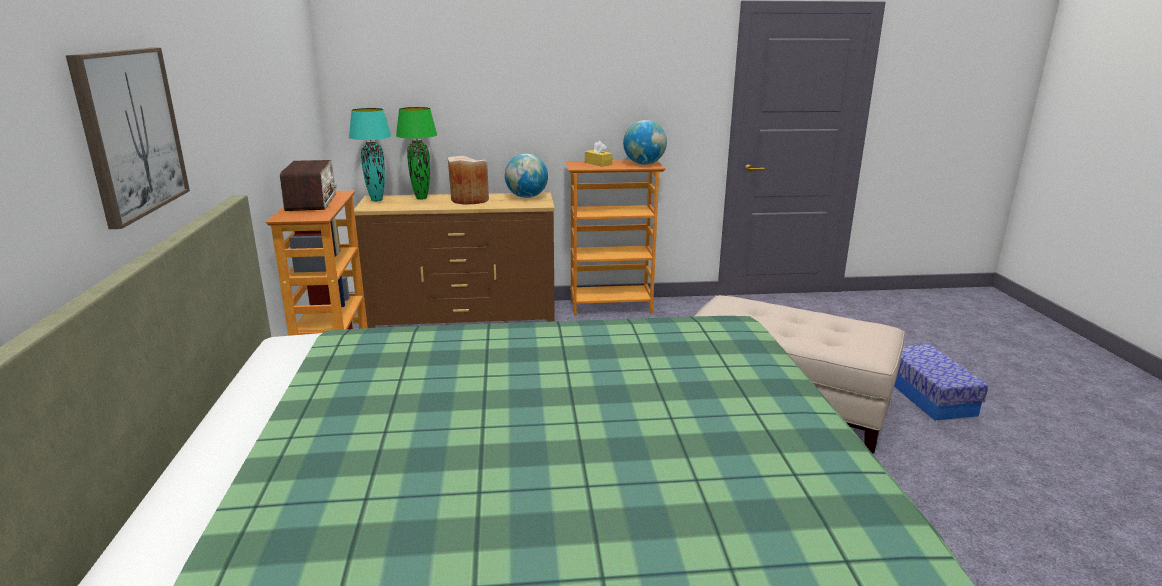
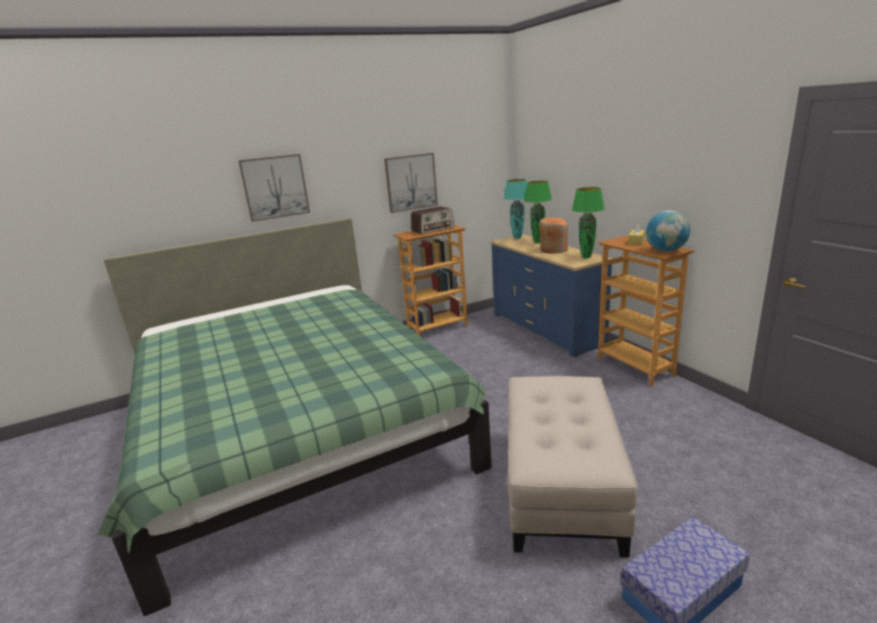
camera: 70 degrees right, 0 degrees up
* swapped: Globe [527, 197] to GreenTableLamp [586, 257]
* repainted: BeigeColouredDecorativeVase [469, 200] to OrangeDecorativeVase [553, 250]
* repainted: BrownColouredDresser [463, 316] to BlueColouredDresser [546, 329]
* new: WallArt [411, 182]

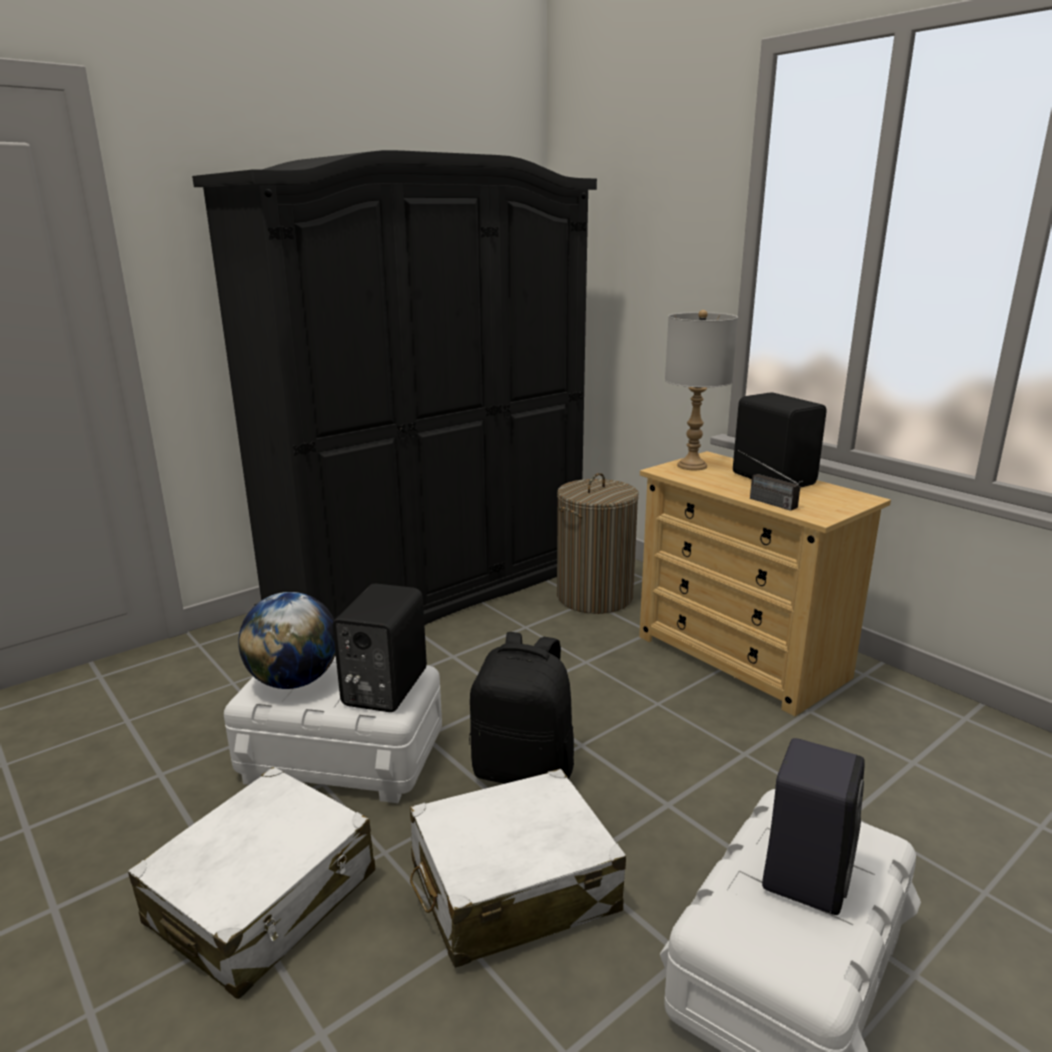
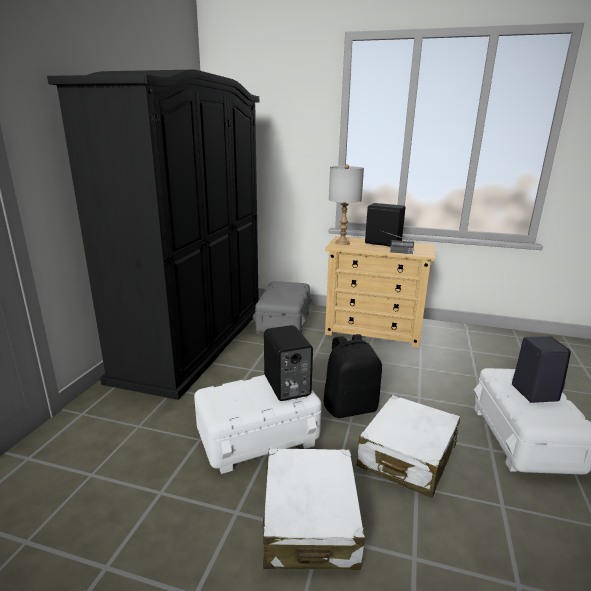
camera: 35 degrees left, 0 degrees up
* swapped: Hamper [594, 596] to GreyStorageBin [283, 322]
* gone: Globe [294, 681]

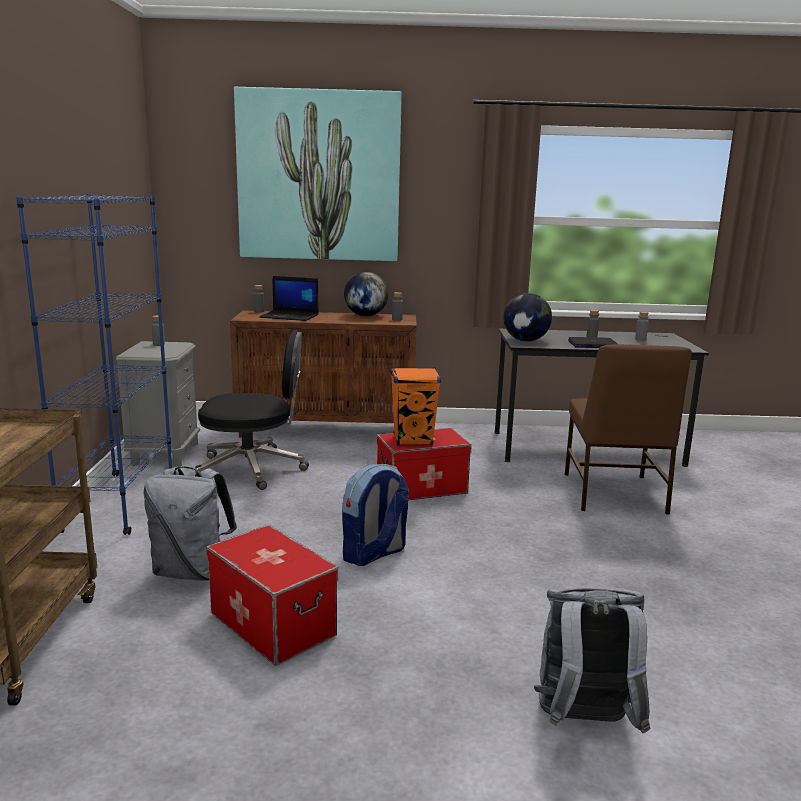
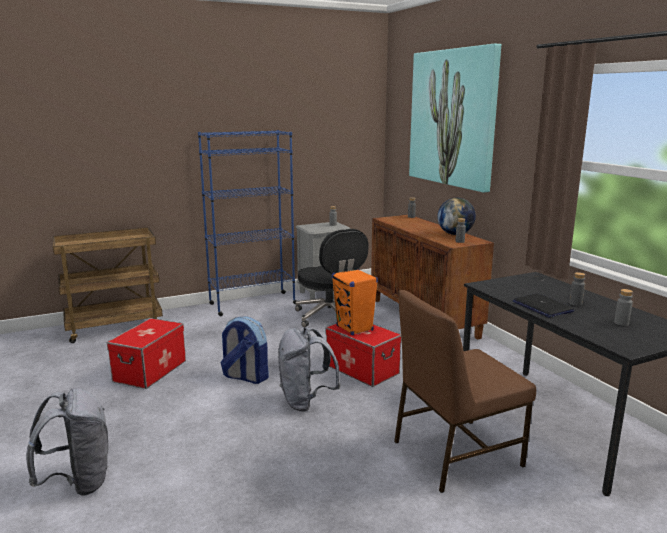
camera: 65 degrees right, 0 degrees up
* gone: NotebookComputer [290, 316]
* gone: Globe [525, 340]
* shifted: GreyBackpack [192, 572] to [305, 401]

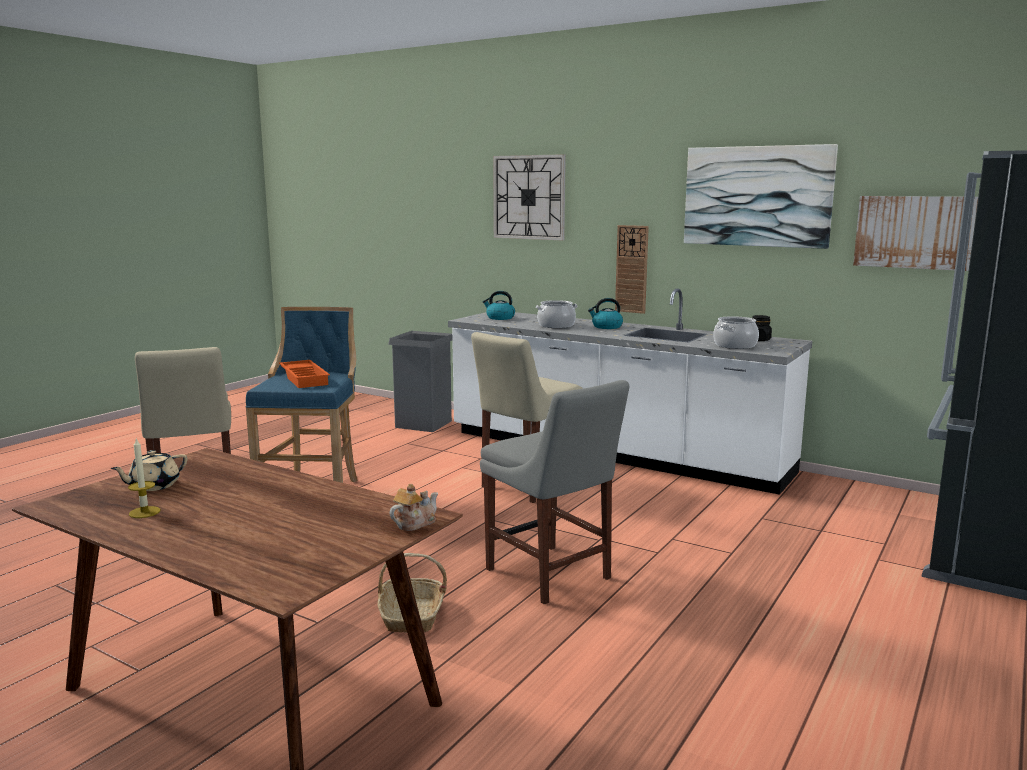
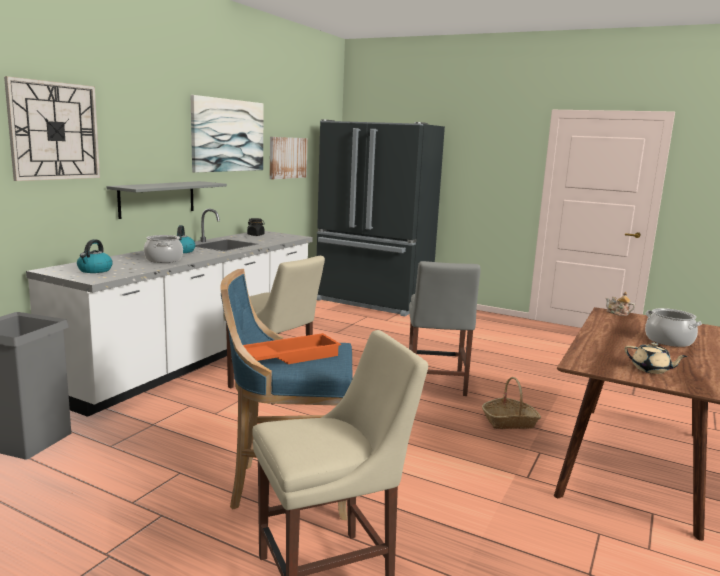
camera: 95 degrees left, 0 degrees up
* swapped: HangingClock [632, 269] to GreyWallShelf [157, 199]
* shifted: CookingPot [735, 345] to [668, 341]
* rotated: GreyChair [551, 576] = [435, 384] 135 degrees clockwise
* gone: WaxLight [144, 512]

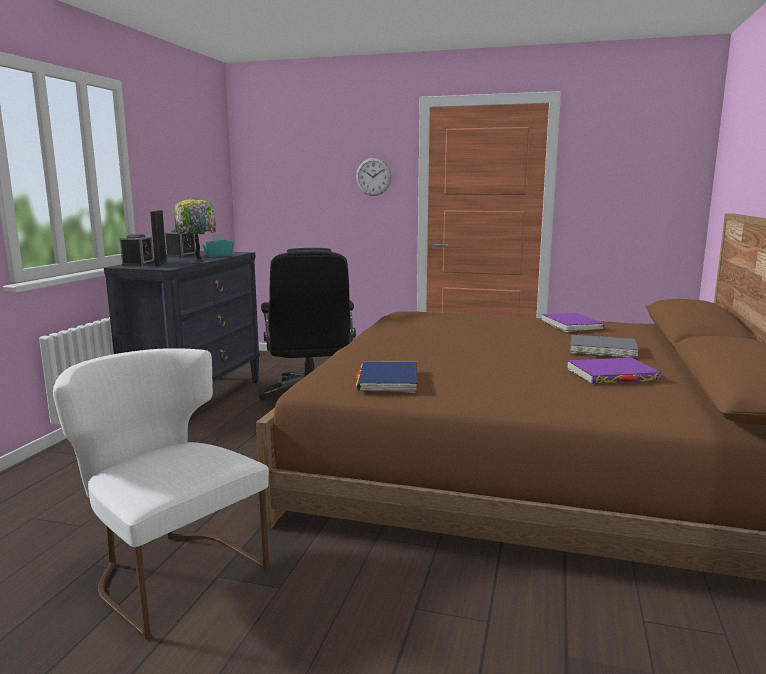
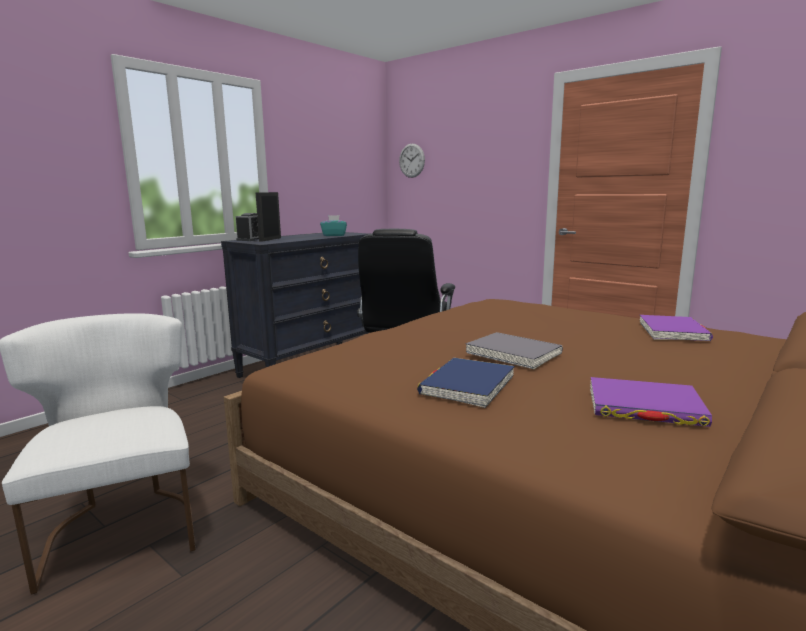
camera: 25 degrees right, 0 degrees up
* shifted: HangingClock [373, 177] to [411, 160]
* gone: TableLamp [198, 261]
* gone: AlarmClock [181, 256]
* shifted: GreyVolume [602, 349] to [513, 354]
* shifted: BlueColouredVolume [388, 381] to [467, 385]

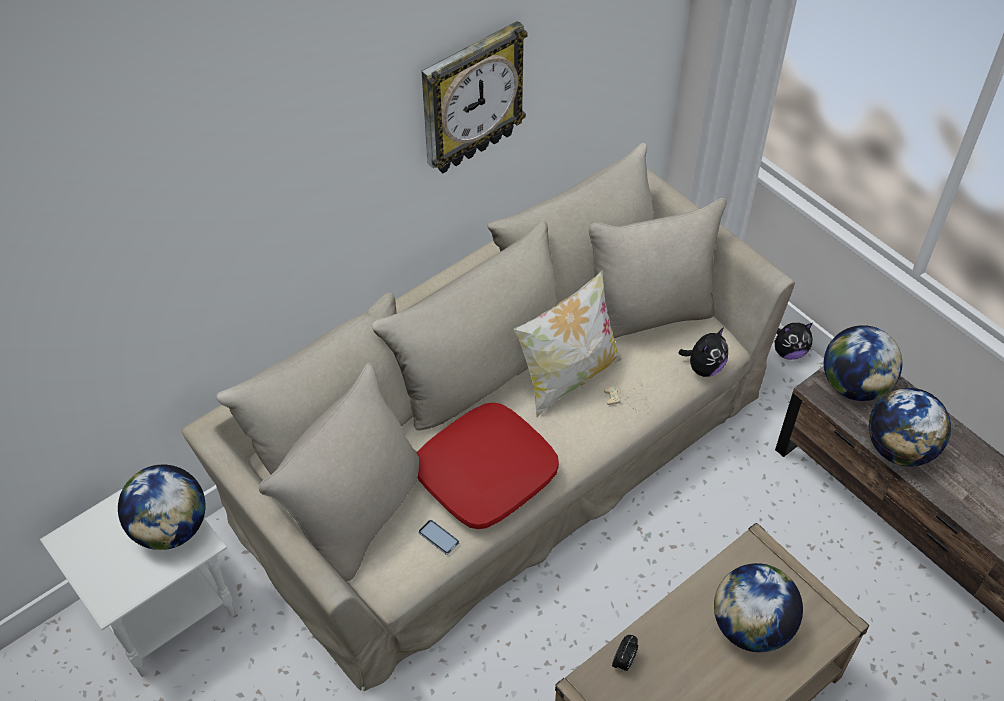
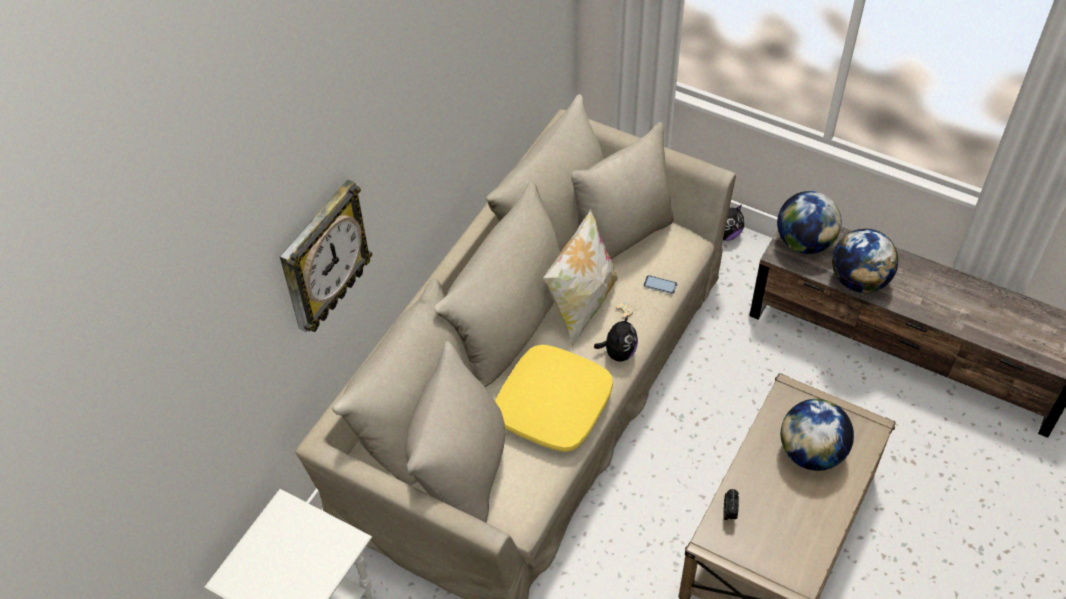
camera: 20 degrees left, 0 degrees up
* shifted: HangingClock [471, 99] to [323, 259]
* shifted: CuddlyToy [704, 367] to [618, 353]
* repainted: ReddishCushion [485, 473] to YellowColouredCushion [552, 405]
* gone: Globe [170, 528]
* shifted: Phone [438, 537] to [660, 285]

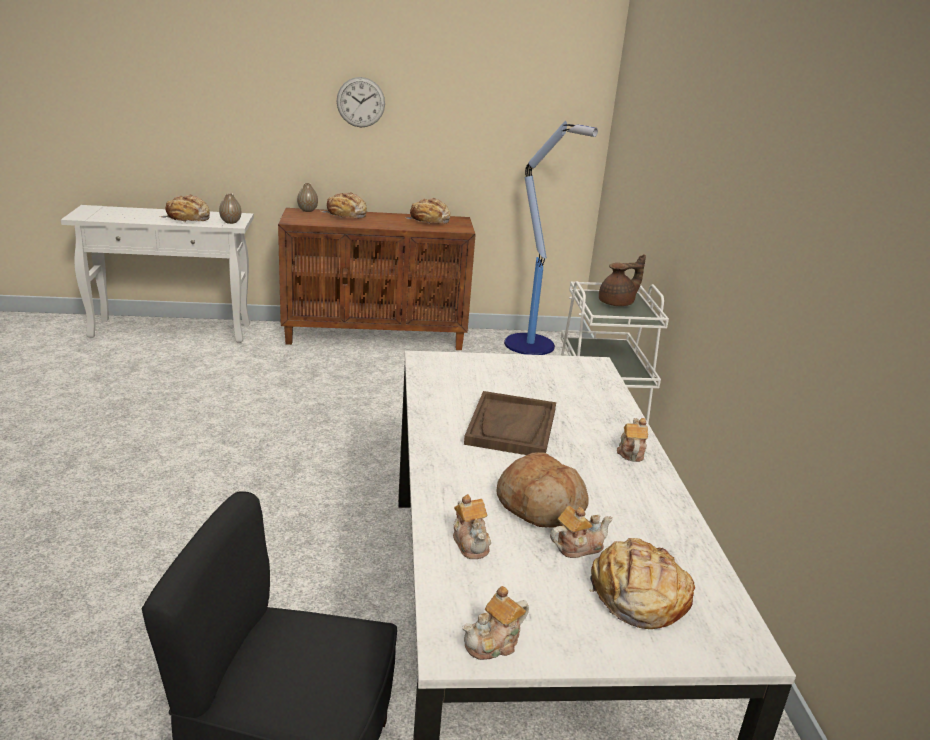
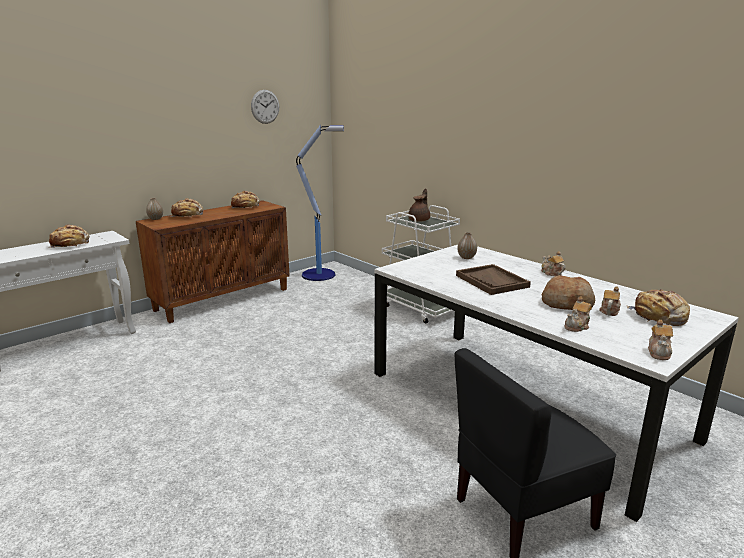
camera: 35 degrees left, 5 degrees down
* shifted: HangingClock [360, 102] to [265, 106]
* shifted: DecorativeVase [230, 222] to [466, 257]
* rotated: Teapot [471, 543] = [577, 326] 105 degrees clockwise

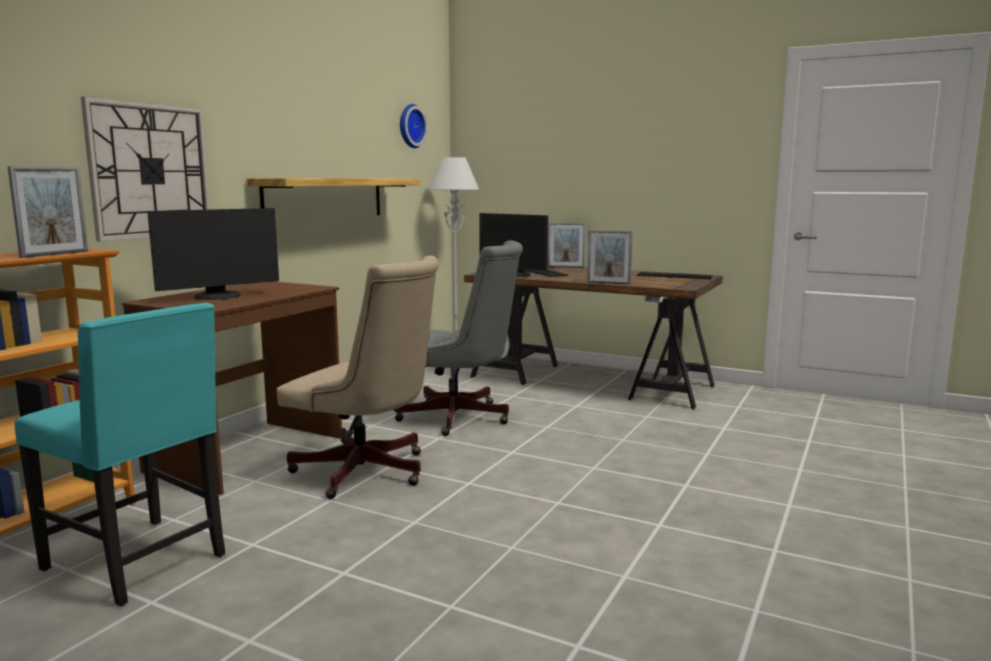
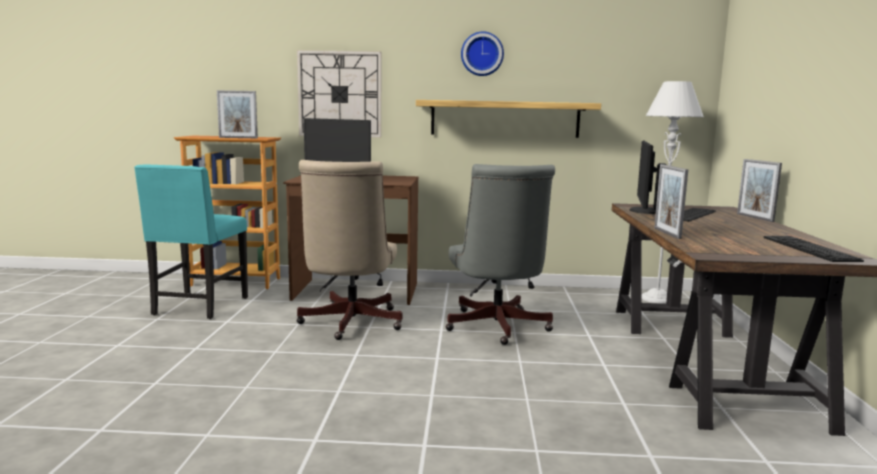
camera: 65 degrees right, 0 degrees up
* shifted: HangingClock [410, 126] to [482, 54]

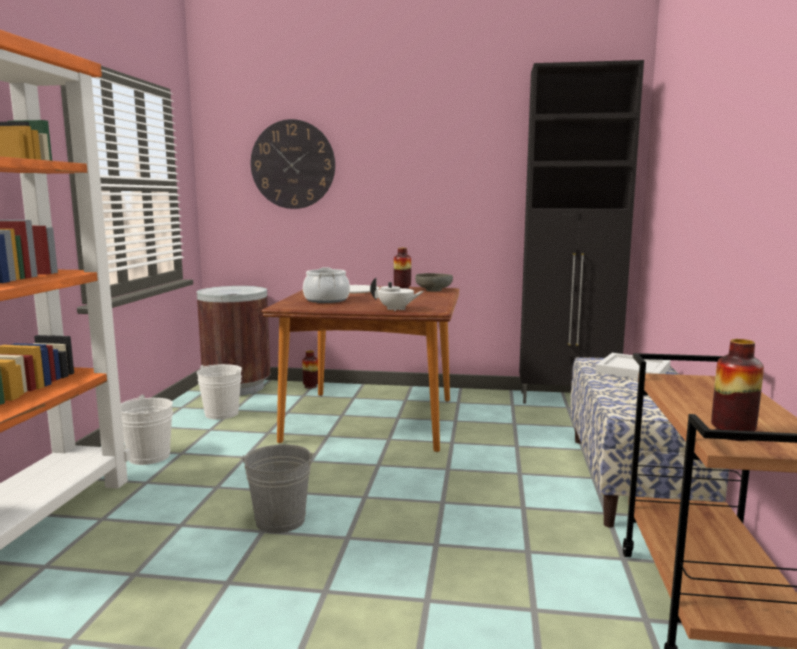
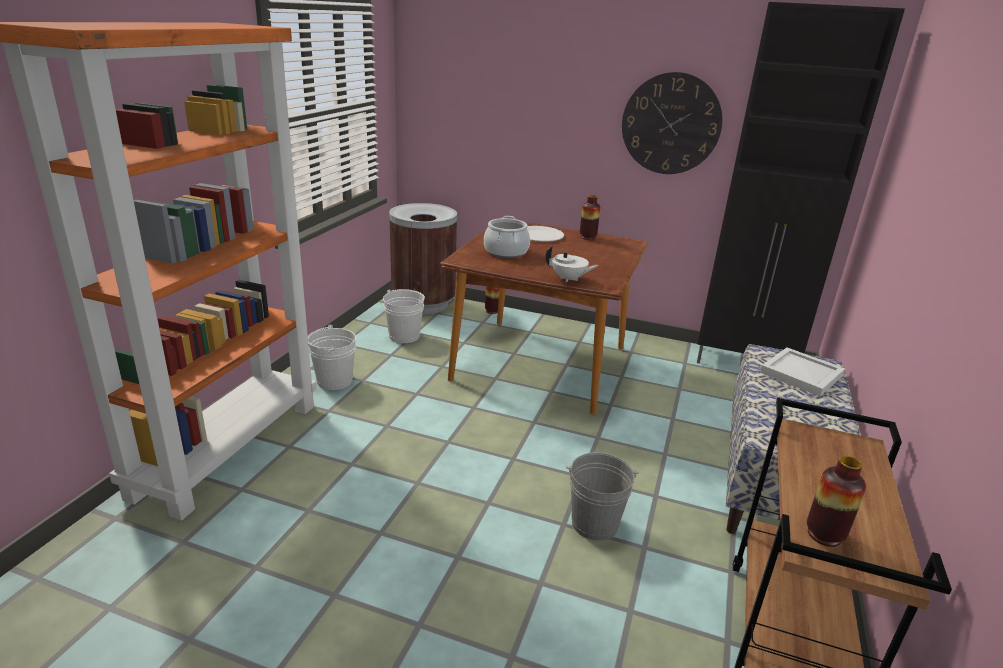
camera: 10 degrees right, 15 degrees up
* shifted: HangingClock [293, 164] to [671, 124]
* gone: GreyDeepDish [433, 290]
* shifted: GreyBucket [280, 520] to [595, 523]

